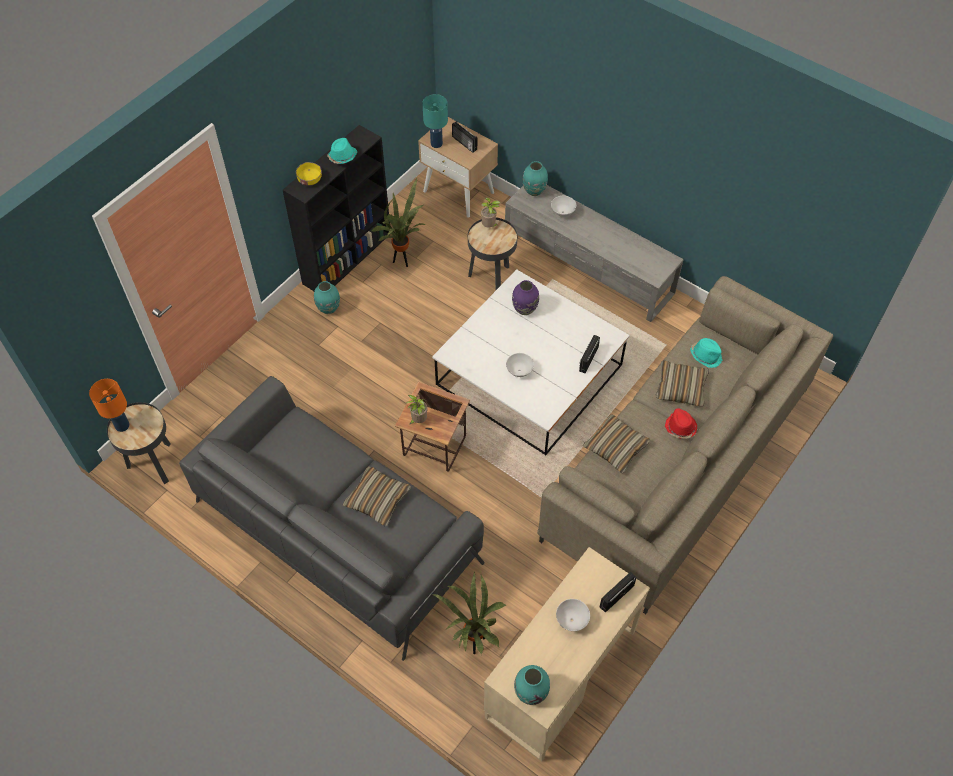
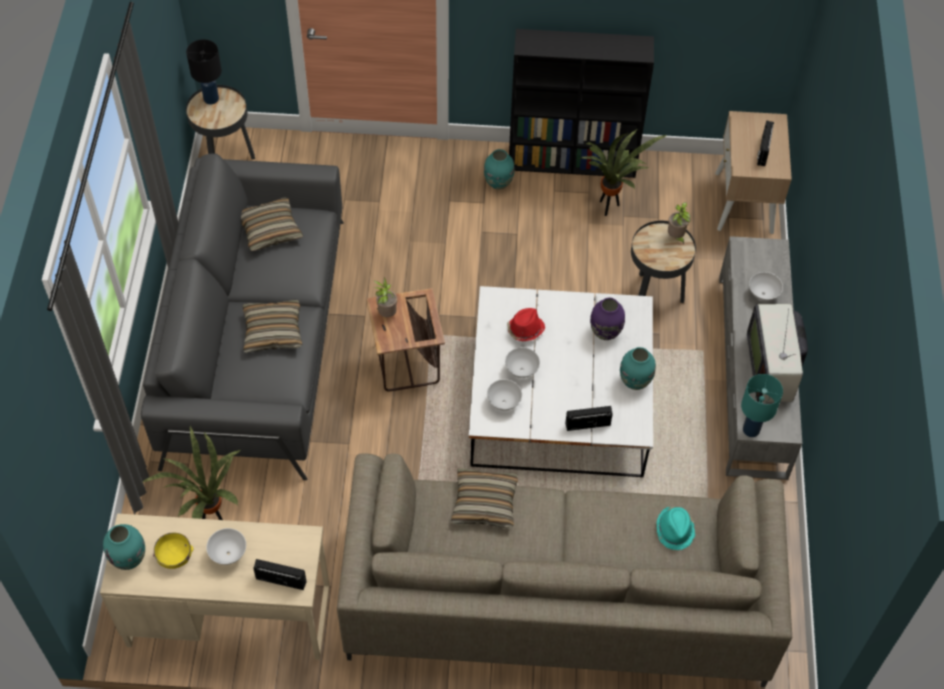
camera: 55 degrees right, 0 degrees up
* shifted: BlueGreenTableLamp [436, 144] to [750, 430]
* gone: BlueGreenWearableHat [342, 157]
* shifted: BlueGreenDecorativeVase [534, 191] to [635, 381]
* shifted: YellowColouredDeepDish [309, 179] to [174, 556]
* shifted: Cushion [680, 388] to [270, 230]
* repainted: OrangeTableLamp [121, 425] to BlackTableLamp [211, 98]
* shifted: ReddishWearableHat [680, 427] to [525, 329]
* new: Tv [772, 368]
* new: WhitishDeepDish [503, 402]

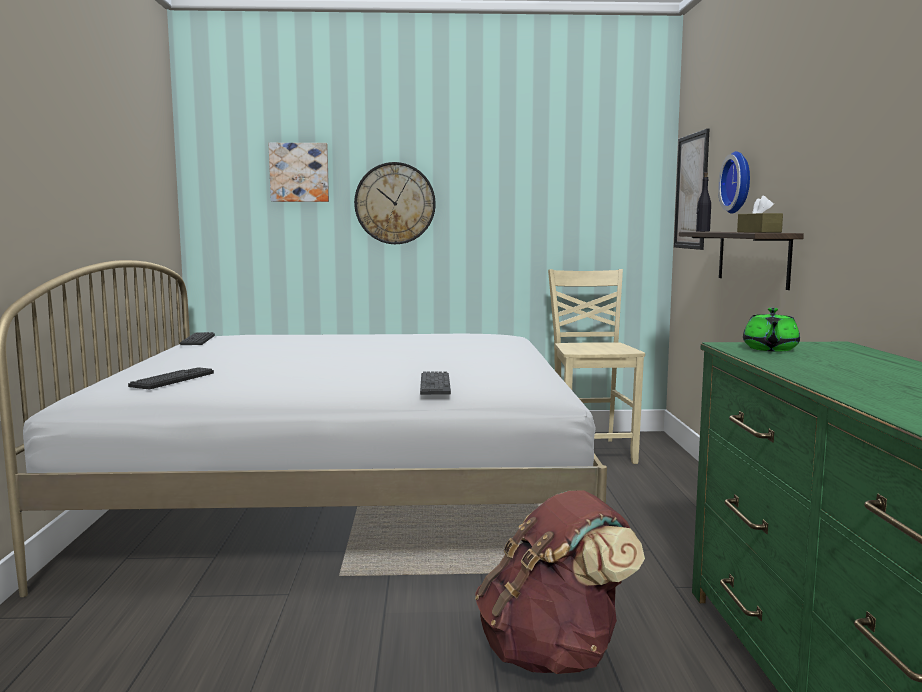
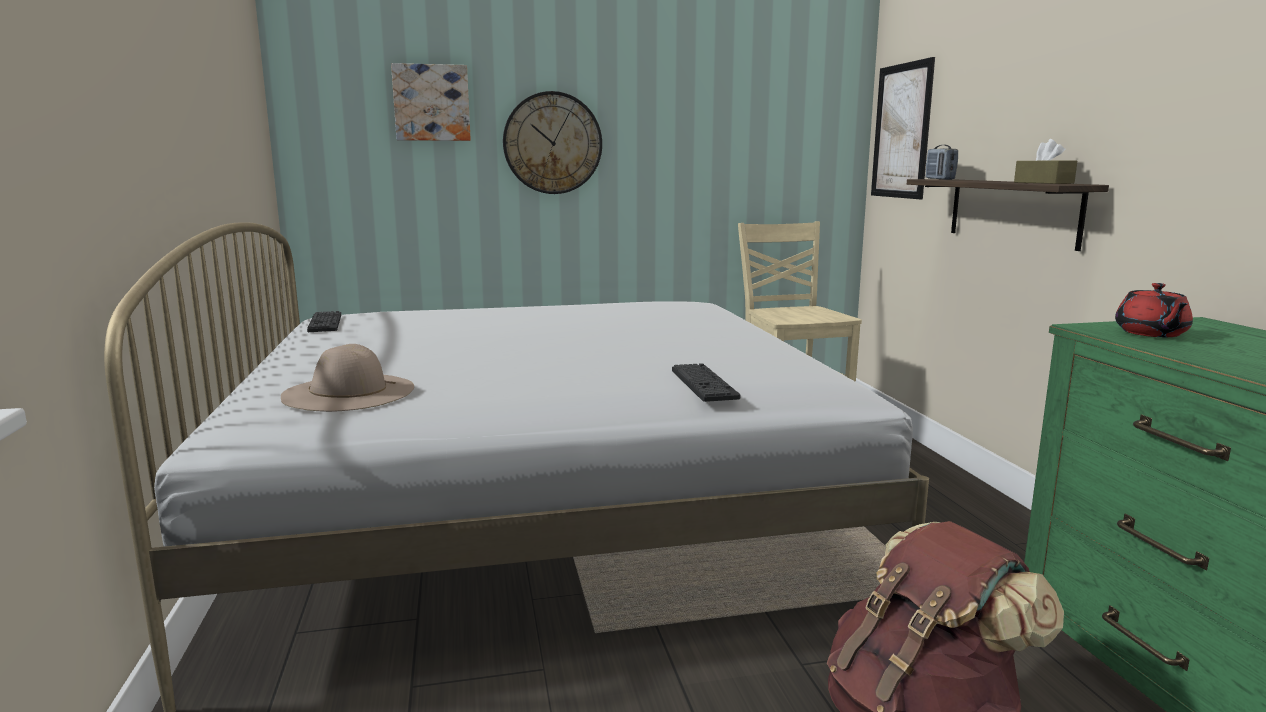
camera: 10 degrees left, 5 degrees up
* gone: HangingClock [739, 182]
* swapped: BlackBeverageBottle [702, 231] to Radio [939, 179]
* repainted: GreenTeapot [770, 349] to ReddishTeapot [1151, 333]
* swapped: ComputerKeyboard [173, 379] to BeigeColouredWearableHat [348, 392]

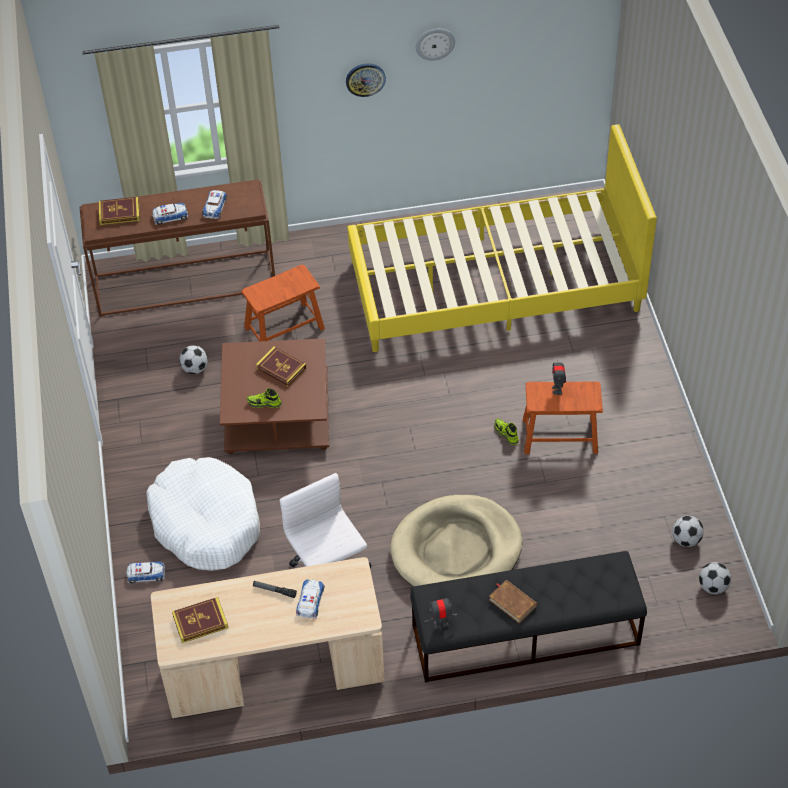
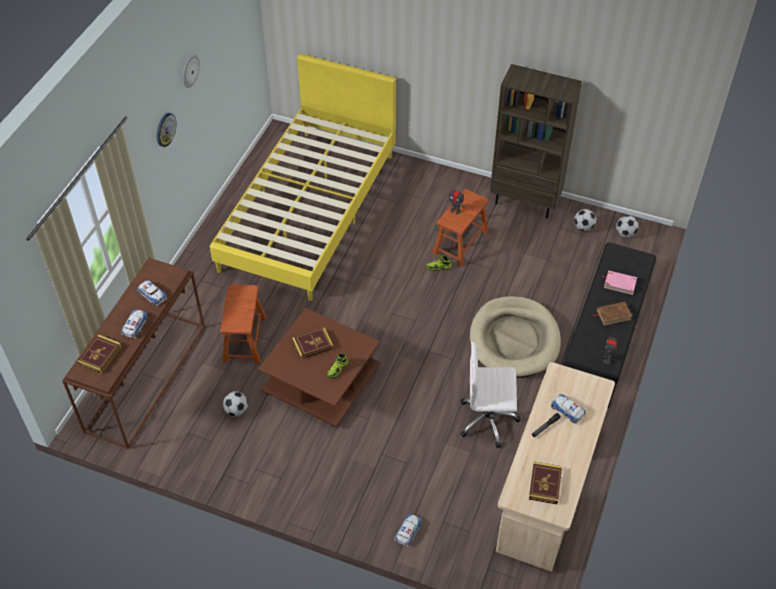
camera: 60 degrees left, 0 degrees up
* gone: WhitishDogBed [206, 522]
* new: BrownColouredBookshelf [525, 202]
* new: PinkishVolume [619, 283]

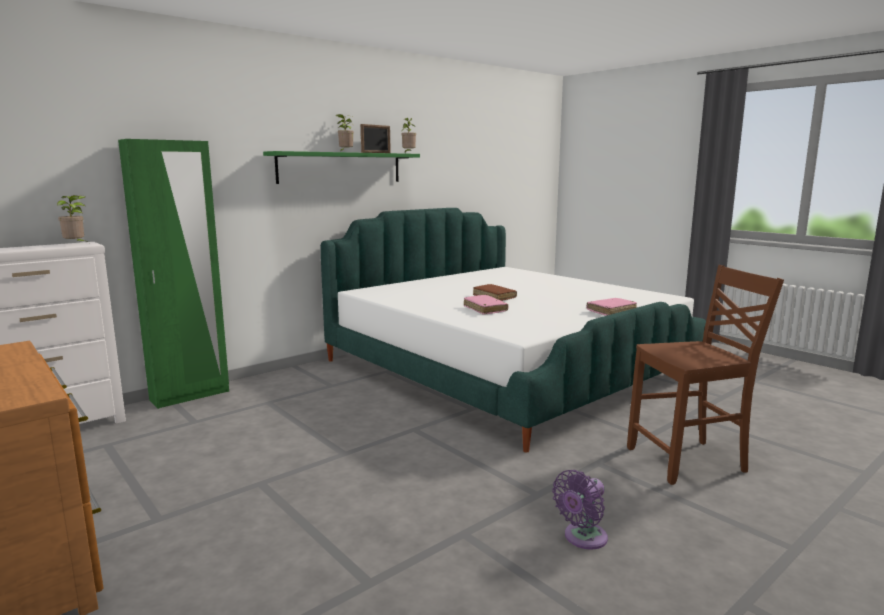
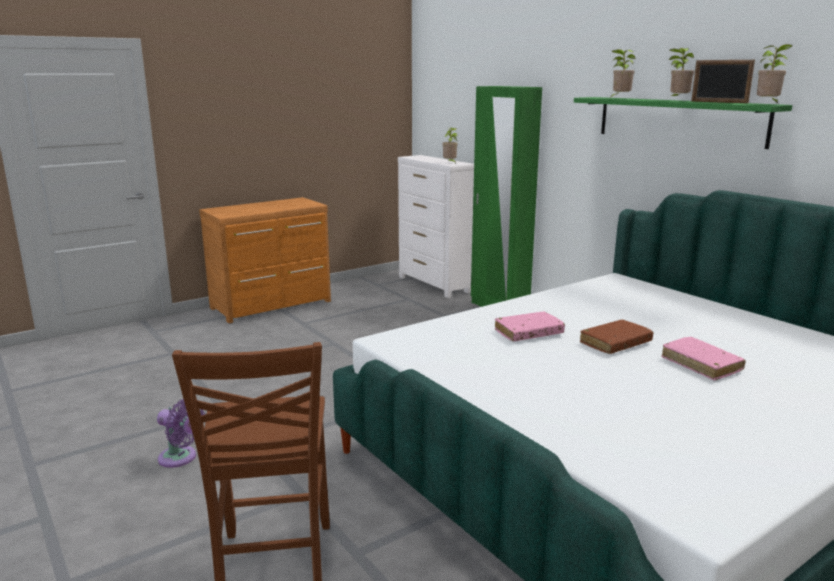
camera: 95 degrees right, 5 degrees up
* shifted: PinkishVolume [611, 311] to [701, 365]
* rotated: PurplishCoolingFan [582, 538] = [180, 458] 150 degrees clockwise
* new: PottedPlant [619, 98]

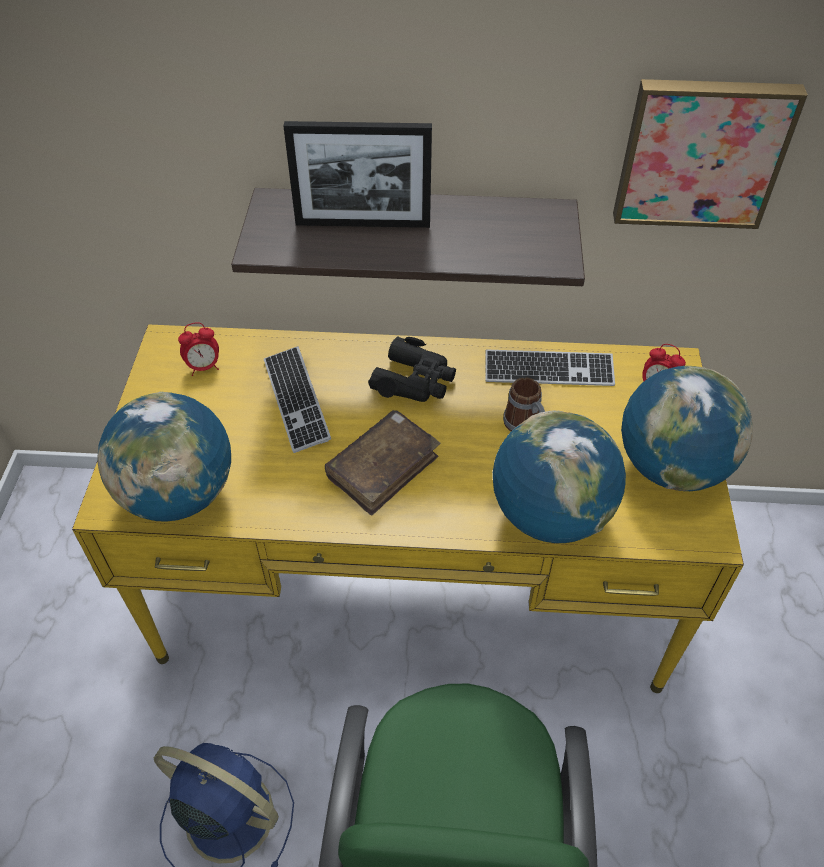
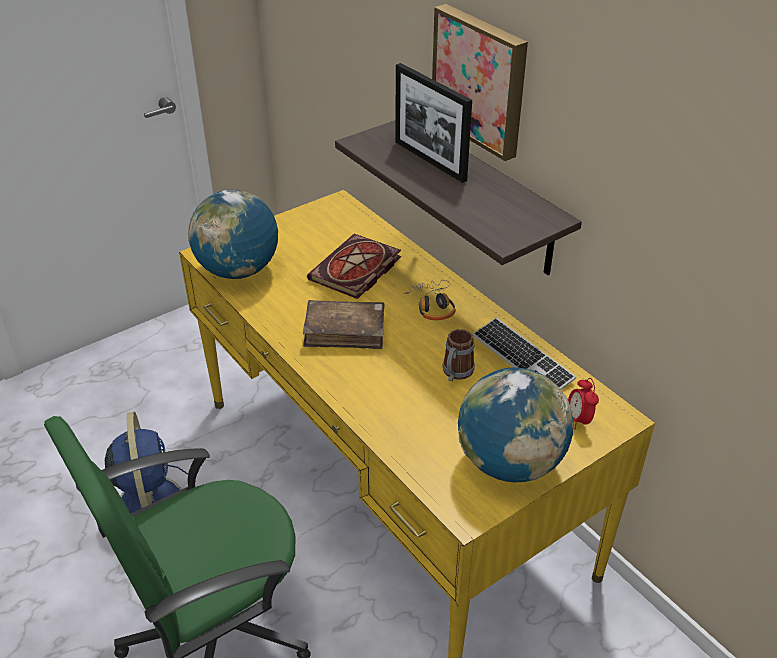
camera: 50 degrees right, 10 degrees down
* shifted: WallArt [701, 153] to [481, 80]
* gone: AlarmClock [204, 367]
* swapped: BlackBinoculars [414, 380] to Headset [432, 306]
* swapped: ComputerKeyboard [296, 400] to Volume [355, 270]
* gone: Globe [550, 515]

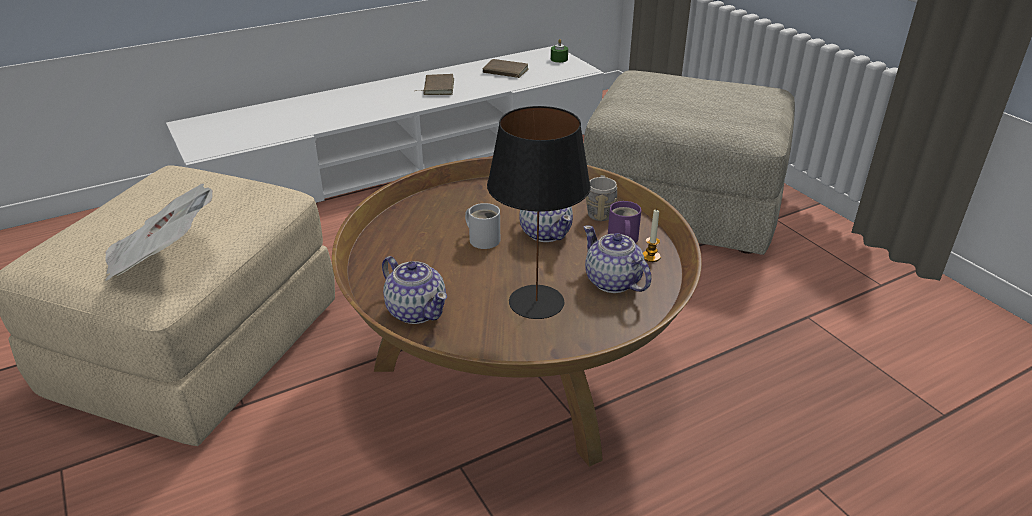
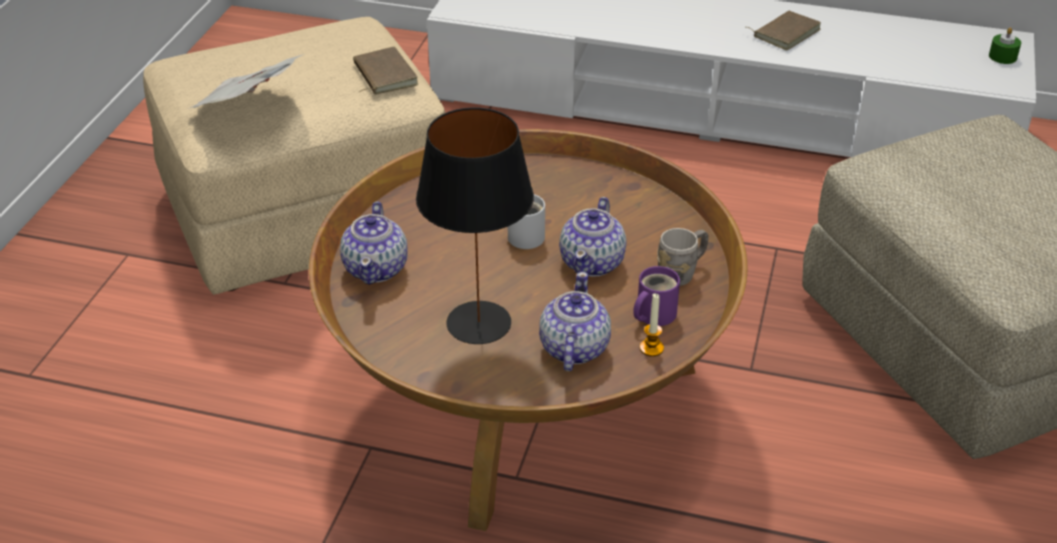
camera: 45 degrees right, 5 degrees up
* shifted: BrownColouredVolume [505, 72] to [383, 75]

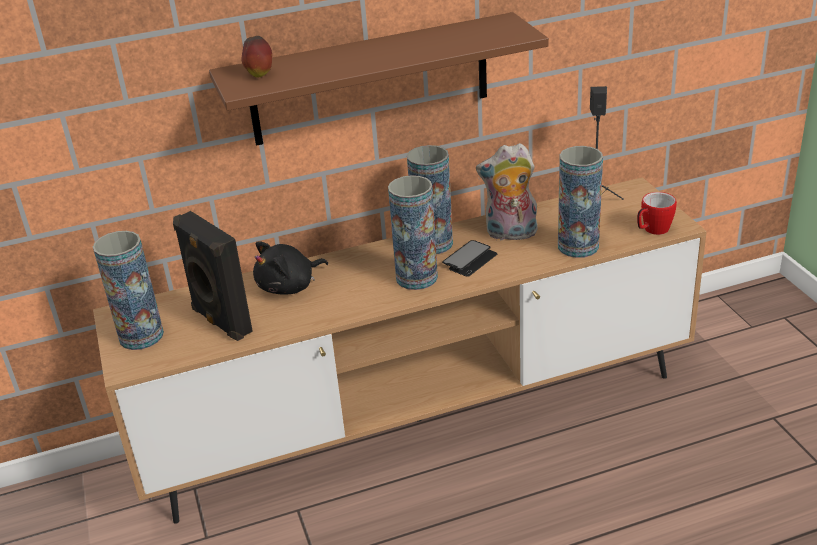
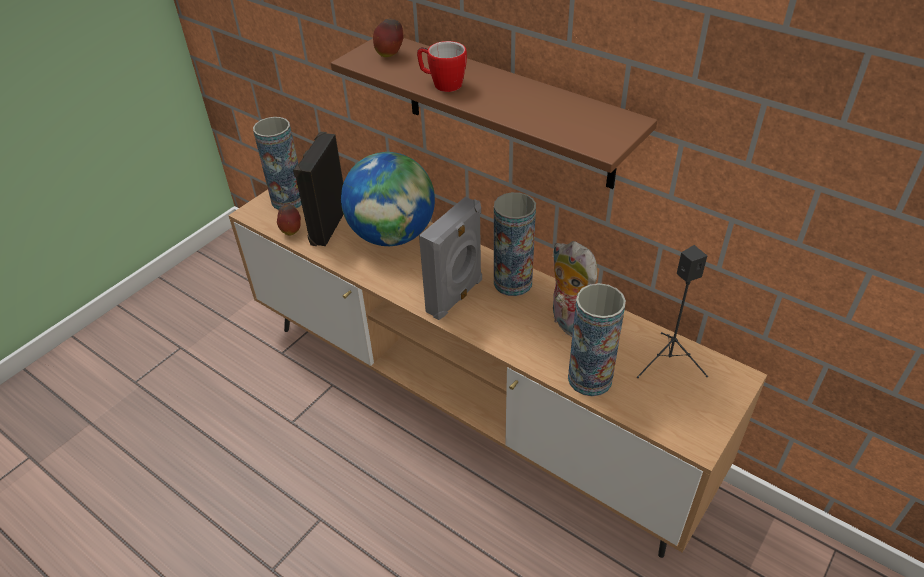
camera: 55 degrees right, 10 degrees up
* swapped: DecorativeVase [416, 278] to GreySpeaker [456, 296]
* shifted: Mug [652, 230] to [442, 84]
* gone: Phone [470, 260]
* swapped: BlackCuddlyToy [289, 286] to Globe [392, 235]
* new: Apple [291, 231]

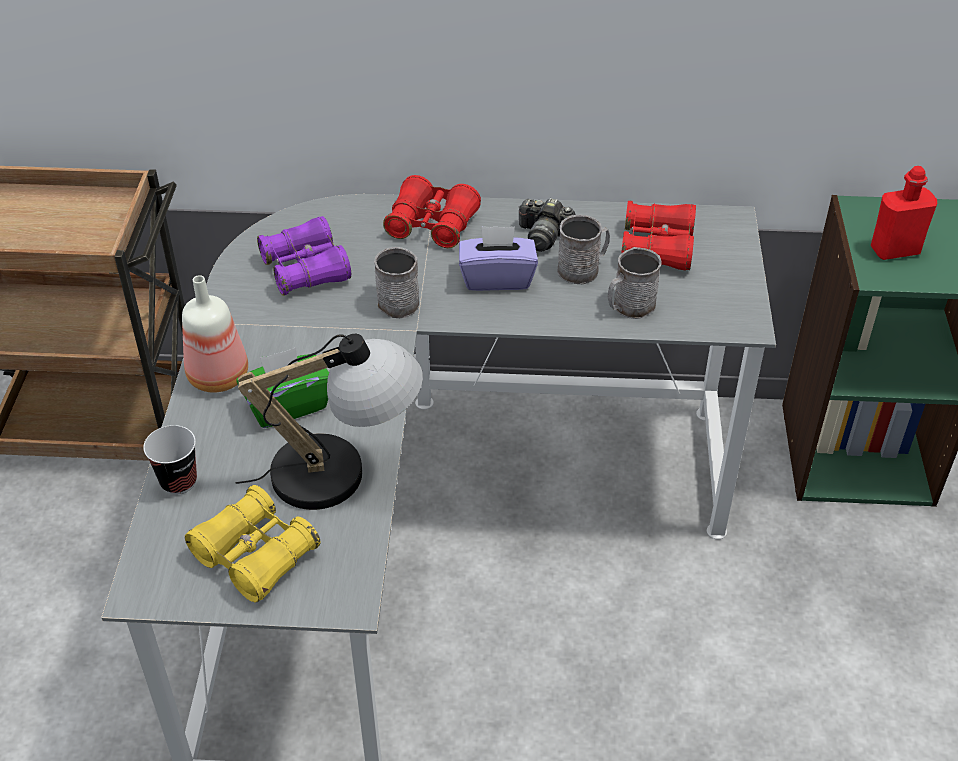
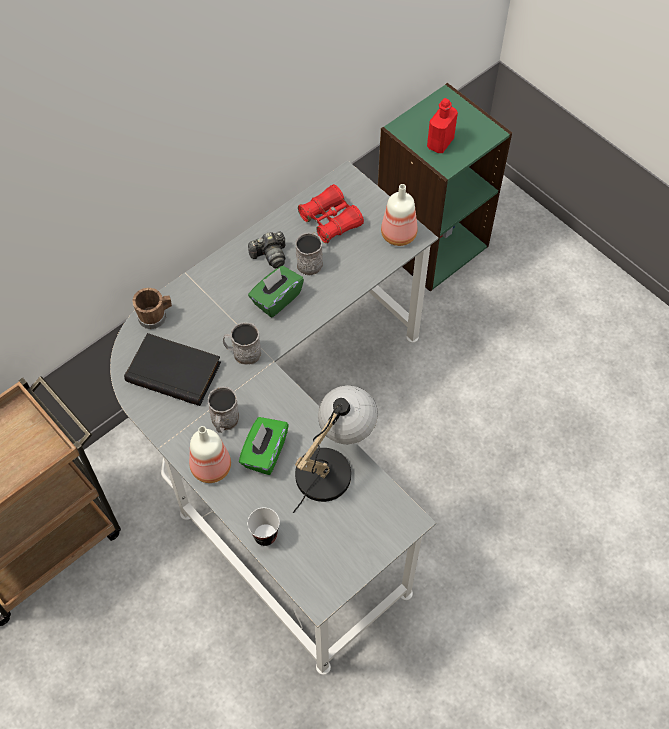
camera: 45 degrees left, 15 degrees up
* gone: ReddishBinoculars [432, 225]
* swapped: PurplishBinoculars [306, 269] to BlackVolume [175, 371]
* repainted: PurplishTissueHolder [497, 278] to GreenTissueHolder [276, 299]
* shifted: GreyMug [629, 307] to [224, 421]
* gone: YellowColouredBinoculars [255, 555]
* new: BeverageBottle [399, 234]
* new: BrownColouredMug [155, 316]

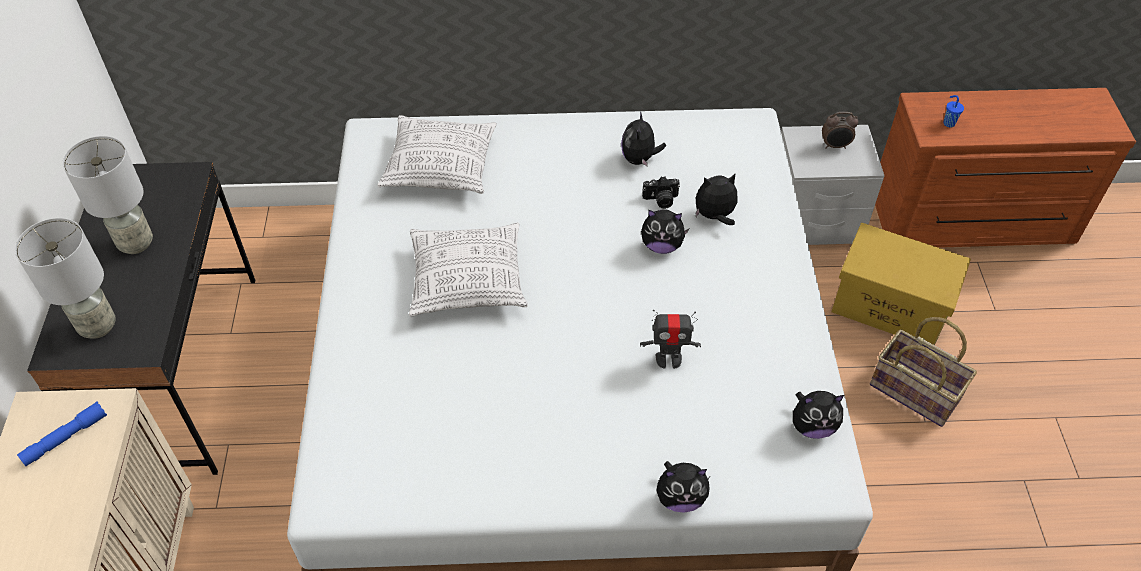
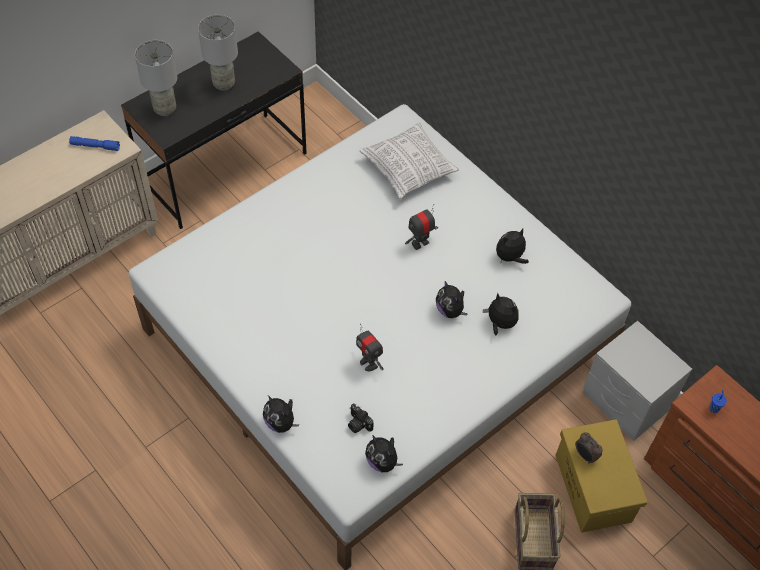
camera: 50 degrees right, 5 degrees up
* shifted: AlarmClock [835, 146] to [585, 455]
* shifted: PhotoCamera [661, 200] to [358, 424]
* gone: Cushion [468, 281]
* new: ModelRobot [420, 243]

